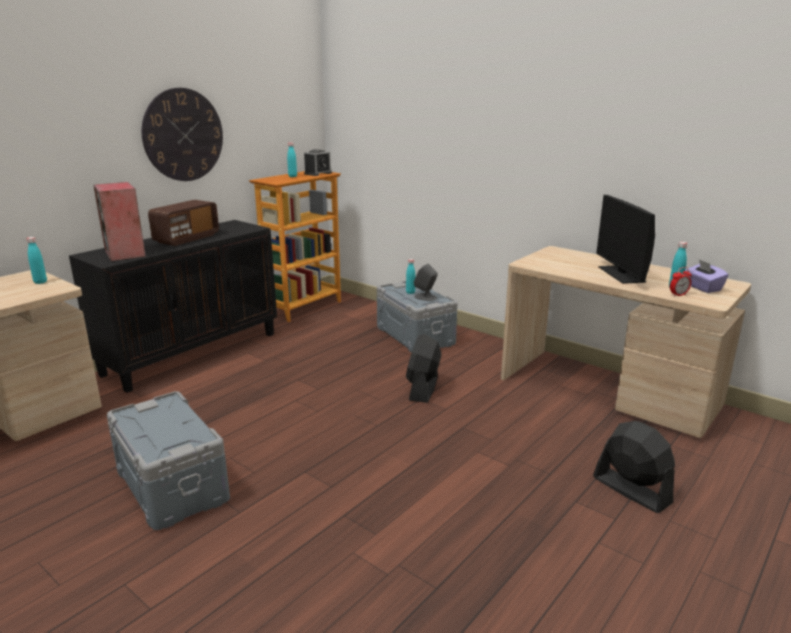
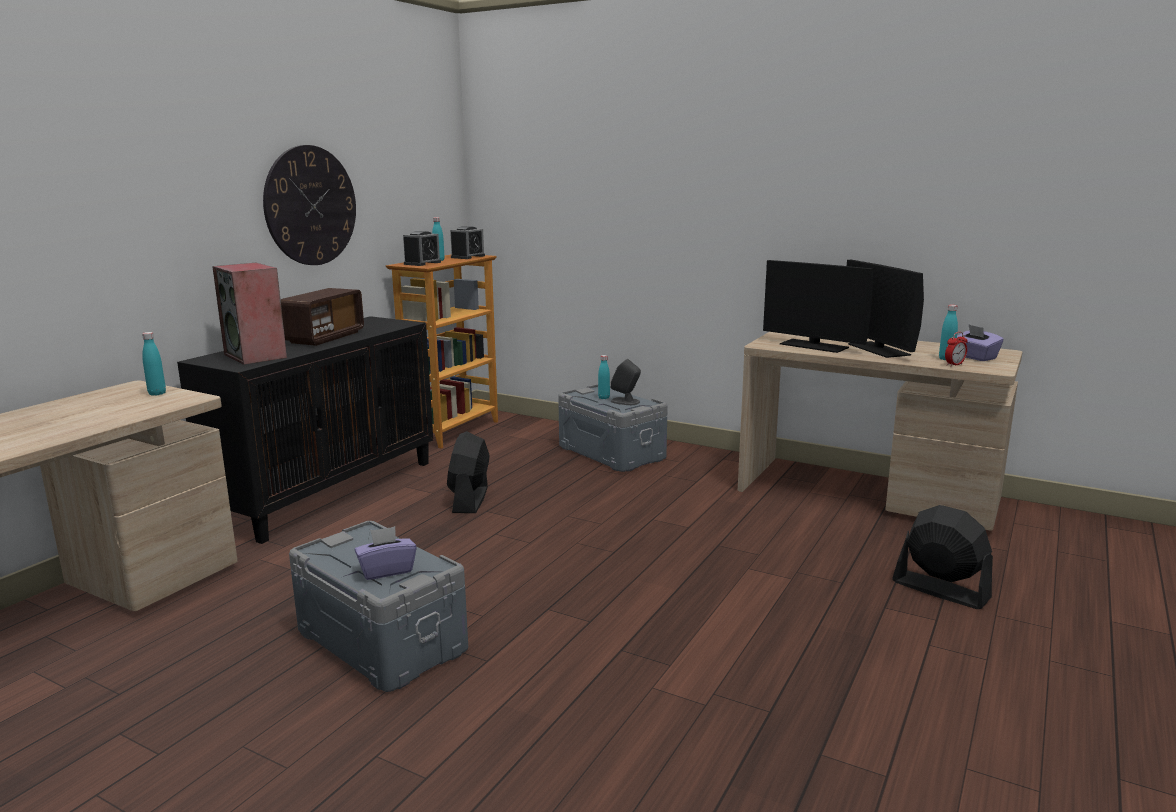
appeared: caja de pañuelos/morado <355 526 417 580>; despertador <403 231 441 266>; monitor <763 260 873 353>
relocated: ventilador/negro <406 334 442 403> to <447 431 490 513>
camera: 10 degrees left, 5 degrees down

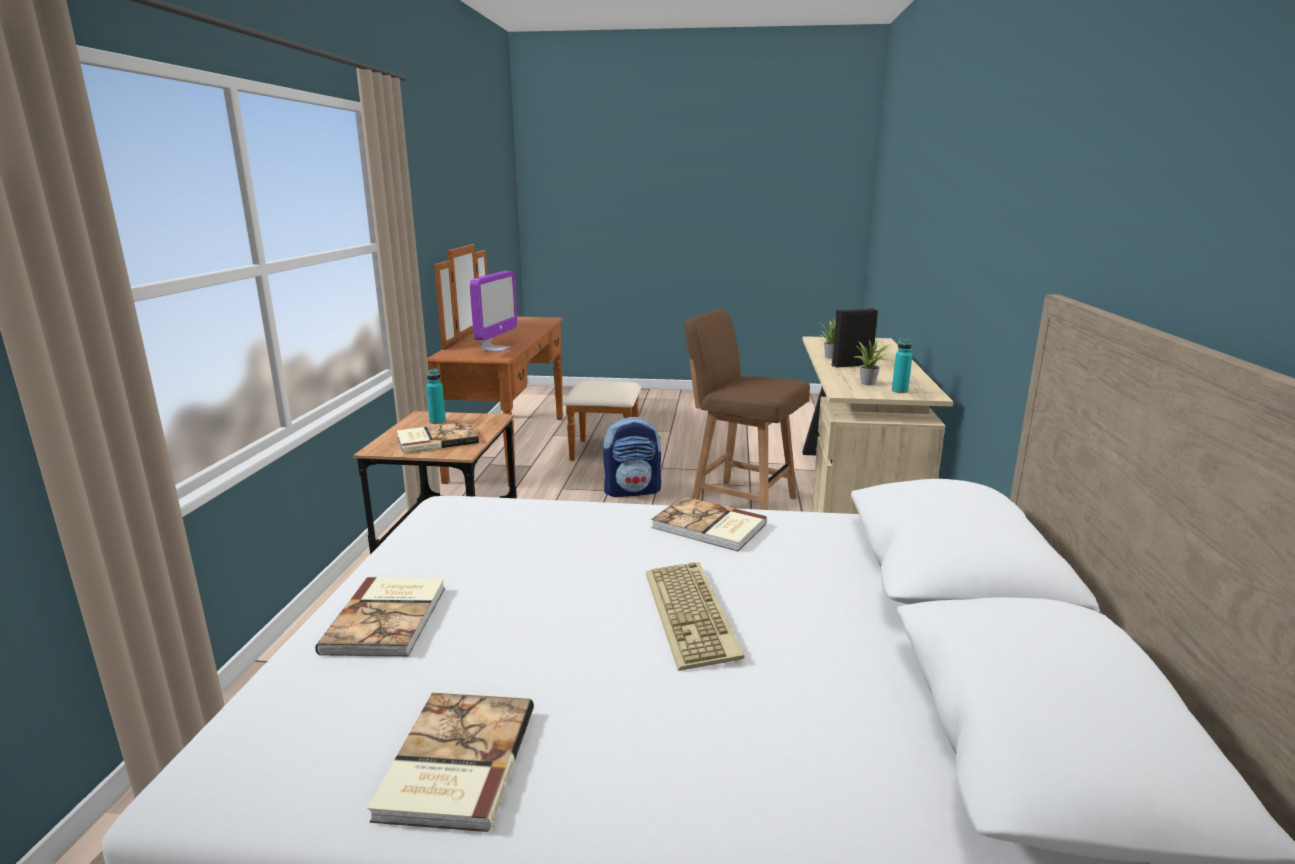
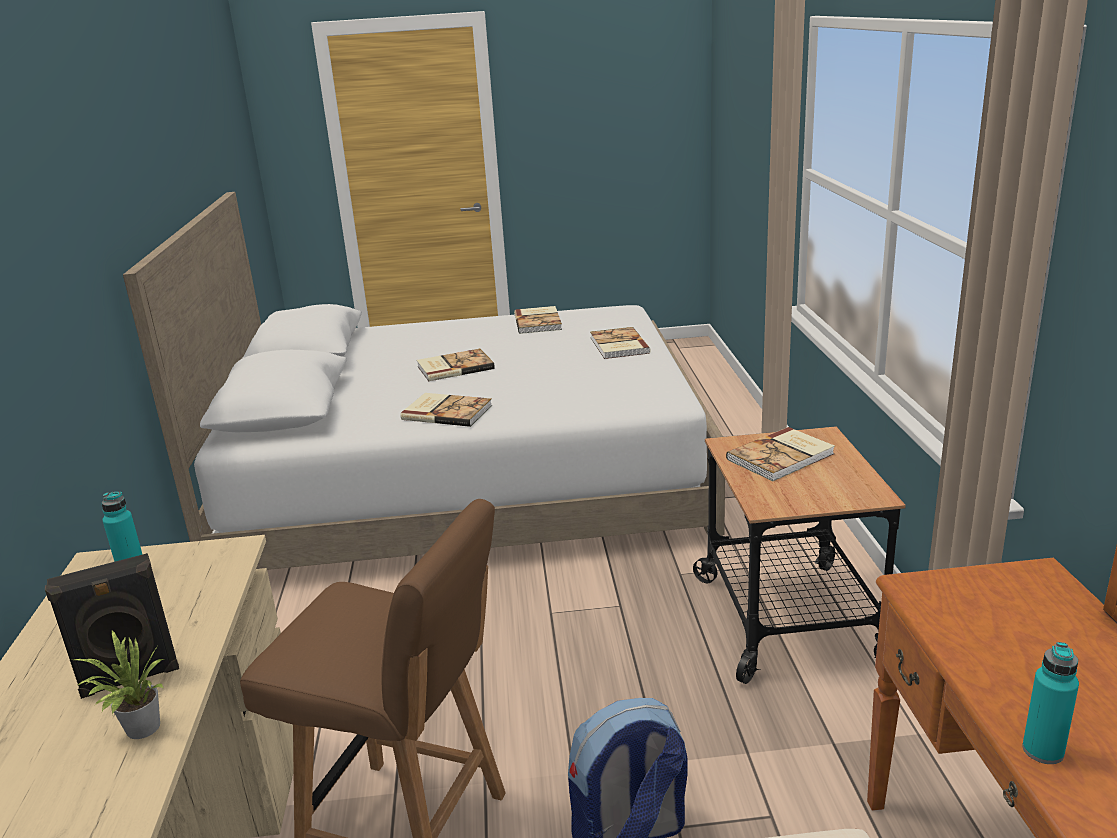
missing: monitor <470 271 517 352>; planta en maceta <855 340 892 385>
relocated: botella/turquesa <426 368 446 424> to <1022 642 1079 764>
exchanged: teclado <646 562 745 671> to libro <417 349 495 381>
camera: 170 degrees right, 5 degrees up

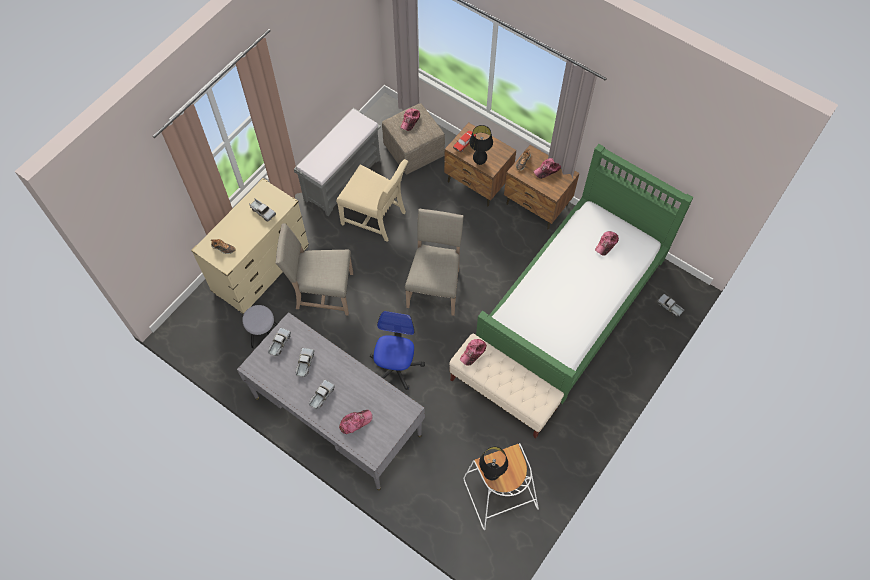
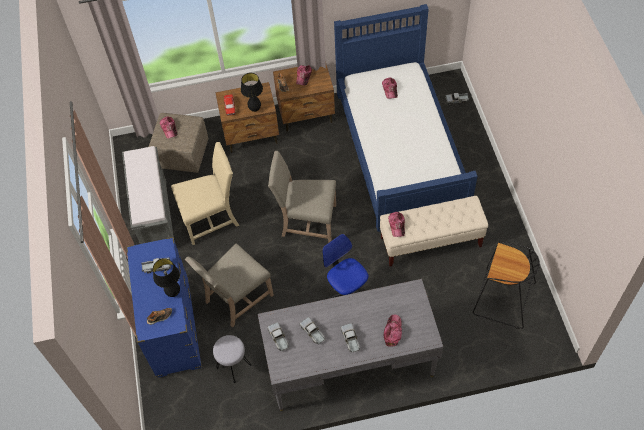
relocated: lámpara de mesa/negro <479 447 508 480> to <153 258 180 297>
colour: cómoda/beis <191 178 309 315> to cómoda/azul <126 237 202 377>; cama/verde <476 144 693 404> to cama/azul <334 4 478 232>; taburete/blanco <463 443 539 530> to taburete/negro <473 241 540 329>
spun: silla/beis <405 208 463 316> = <268 151 336 243> 45 degrees counterclockwise
camera: 45 degrees left, 5 degrees down

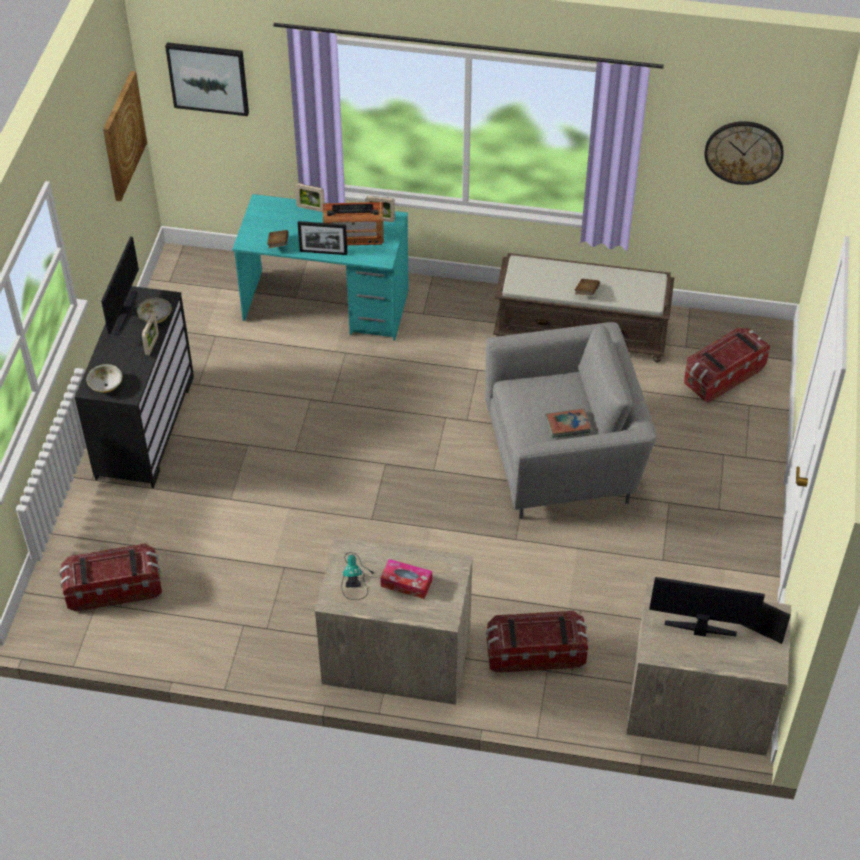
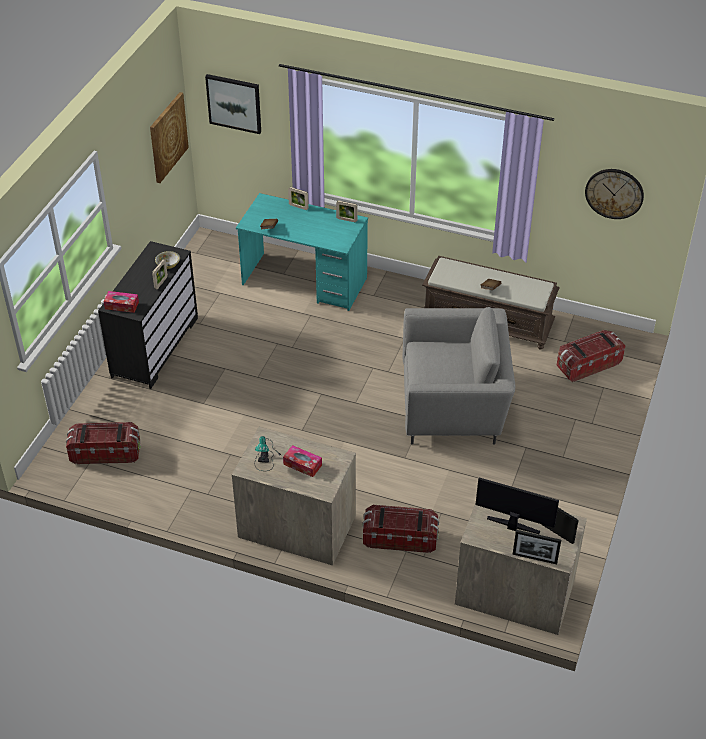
missing: monitor <101 236 139 335>; radio <323 202 384 245>; libro <546 408 591 438>
relocated: portarretratos <298 221 347 255> to <513 530 561 564>
exchanged: cuenco <87 364 122 393> to caja de pañuelos <104 291 139 313>
camera: 10 degrees right, 5 degrees down

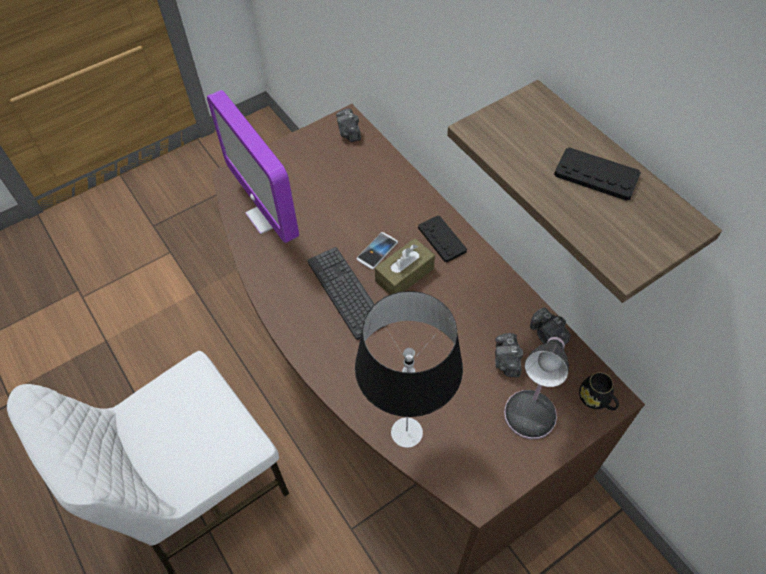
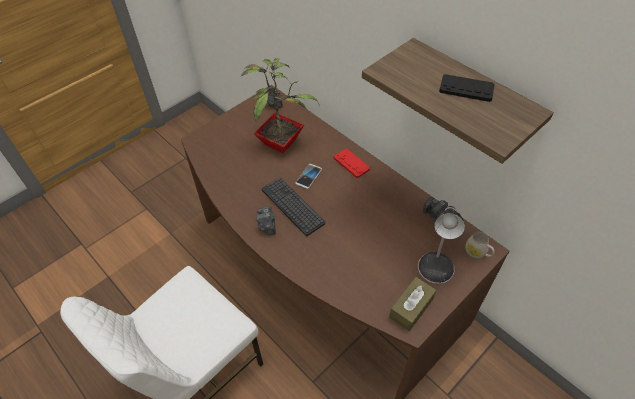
missing: monitor <207 90 299 243>; lámpara de mesa <355 291 463 448>
appeared: planta en maceta <241 58 320 153>
relocated: cámara <495 333 523 377> to <256 206 276 235>; caja de pañuelos/marrón <375 238 435 295> to <389 277 436 331>
colour: mando de consola/negro <418 215 467 262> to mando de consola/rojo <334 149 370 178>; taza grande/negro <579 372 619 411> to taza grande/blanco <465 232 494 258>
camera: 10 degrees left, 5 degrees down

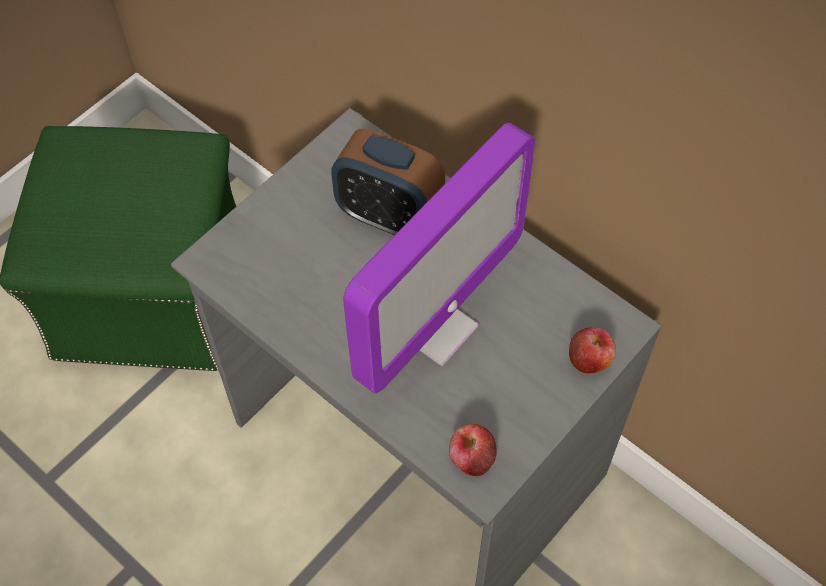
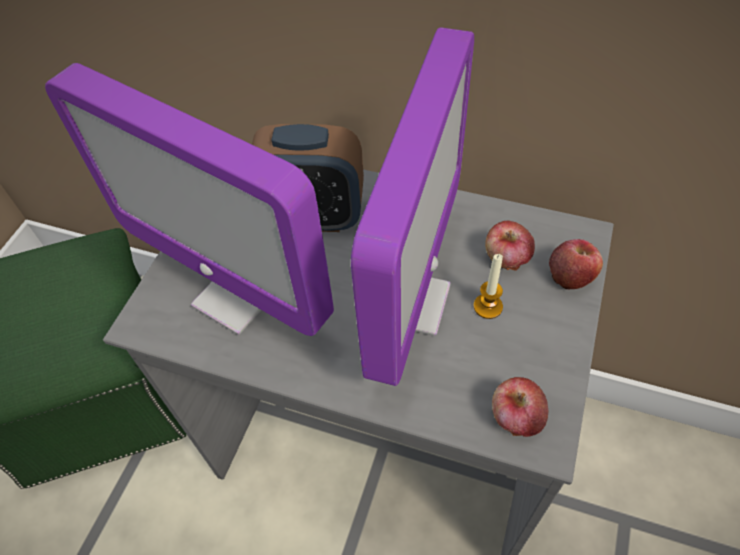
appeared: monitor <45 63 334 336>; vela <474 254 503 319>; manzana <485 220 535 271>
camera: 20 degrees left, 5 degrees down

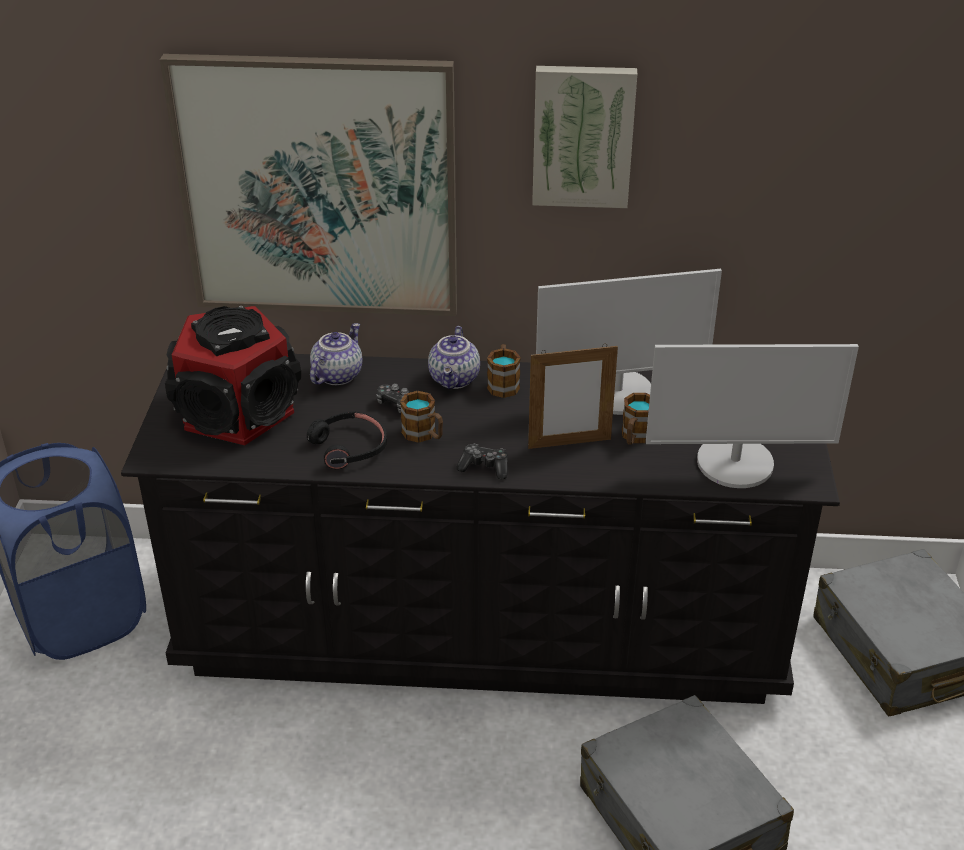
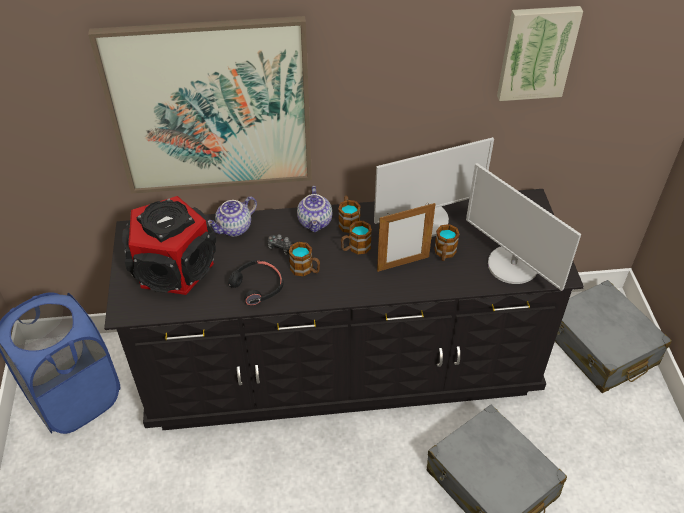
missing: mando de consola <456 444 508 480>
appeared: taza grande <341 221 372 255>
relocated: cuadro <532 66 637 208> to <497 6 583 101>
spun: tetera <310 323 362 385> = <208 196 257 236> 150 degrees counterclockwise; monitor <646 344 859 488> = <466 163 581 291> 60 degrees clockwise
camera: 10 degrees left, 10 degrees up

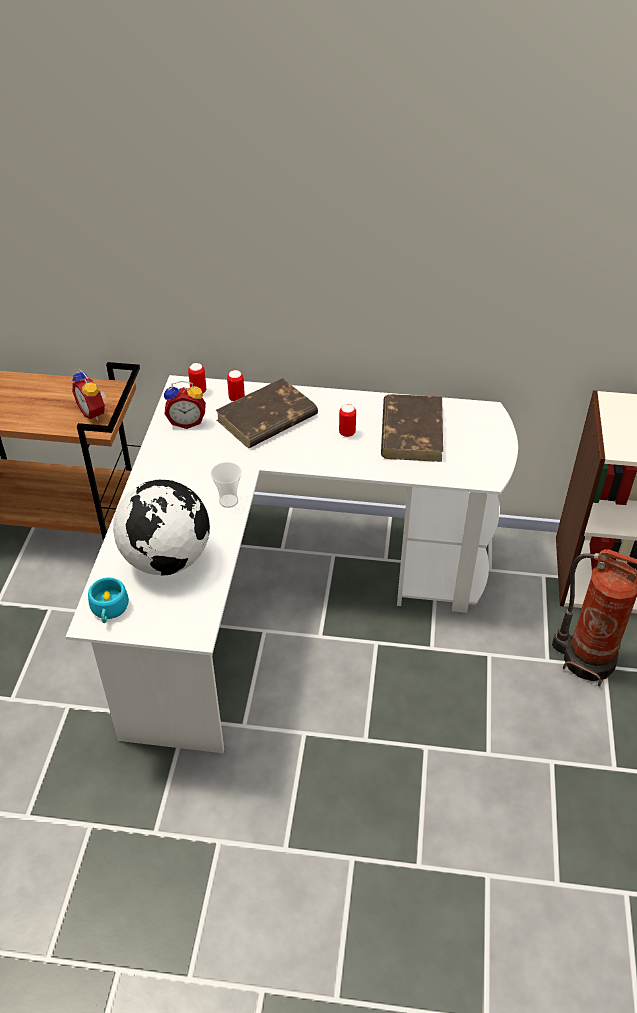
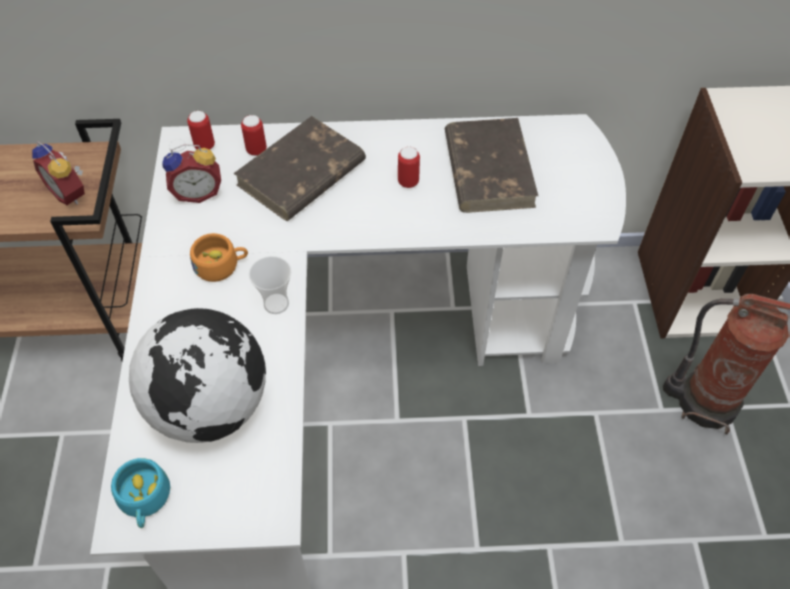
appeared: taza/naranja <190 233 248 282>
camera: 10 degrees left, 10 degrees up

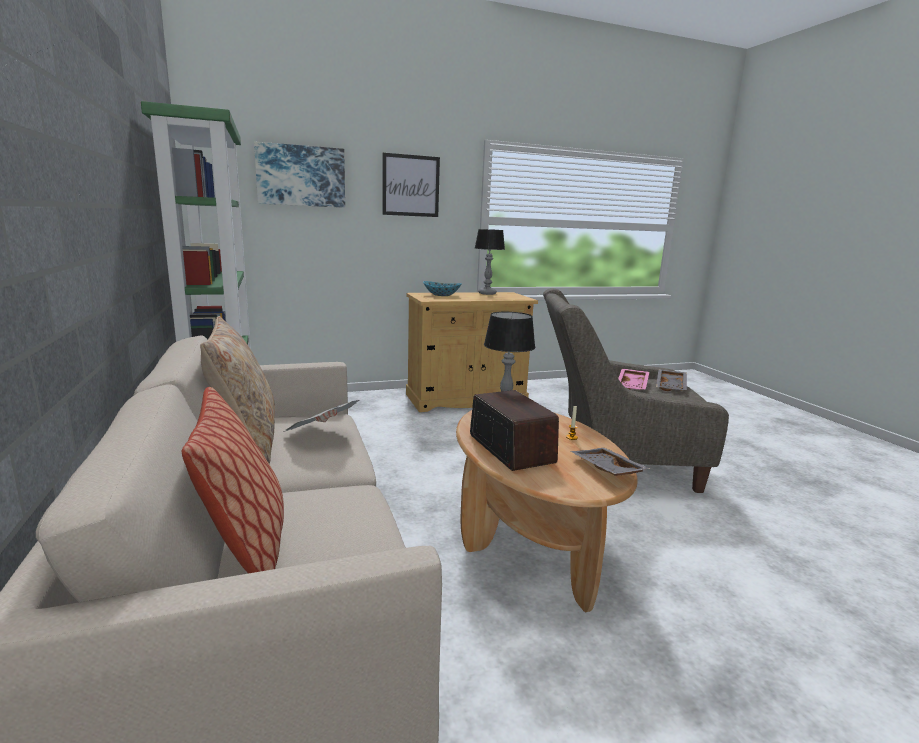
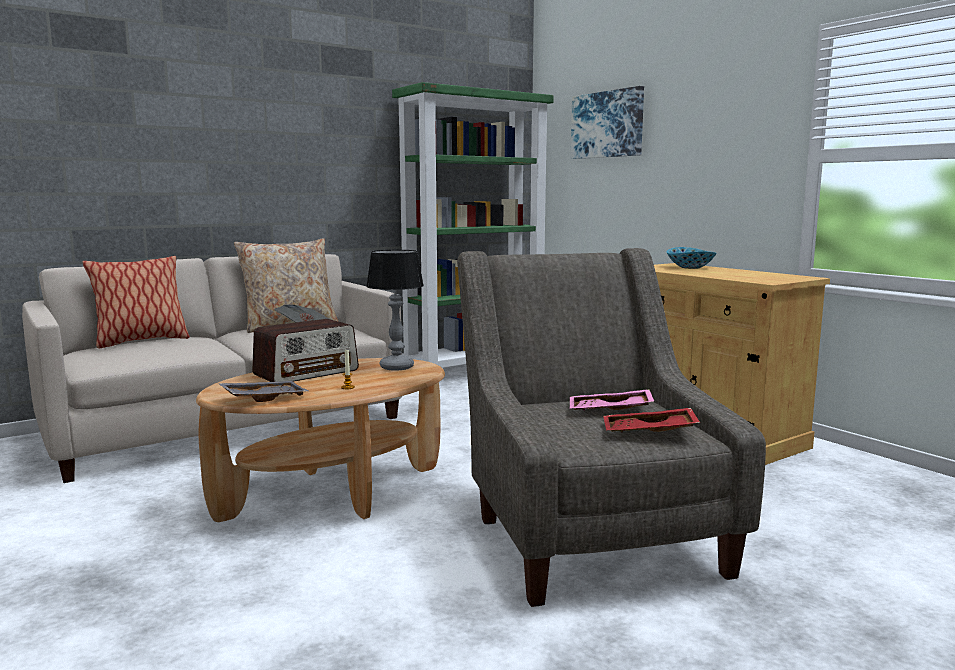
missing: cuadro <382 153 440 217>; lámpara de mesa <475 229 505 295>
colour: bandeja/gris <656 369 687 391> to bandeja/rojo <603 408 700 432>
camera: 75 degrees right, 5 degrees down

